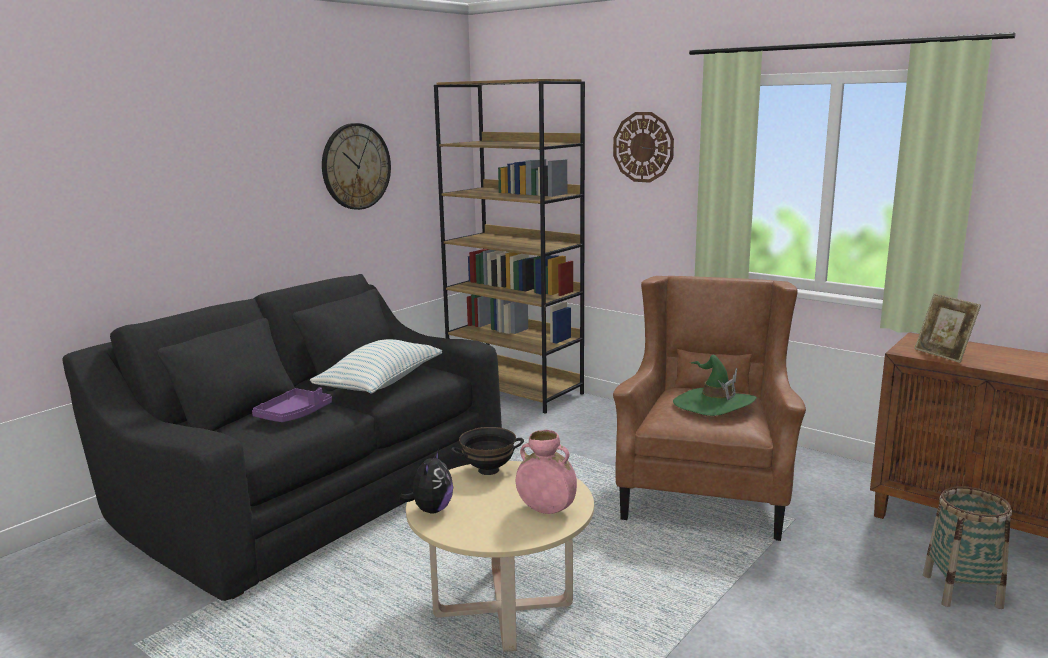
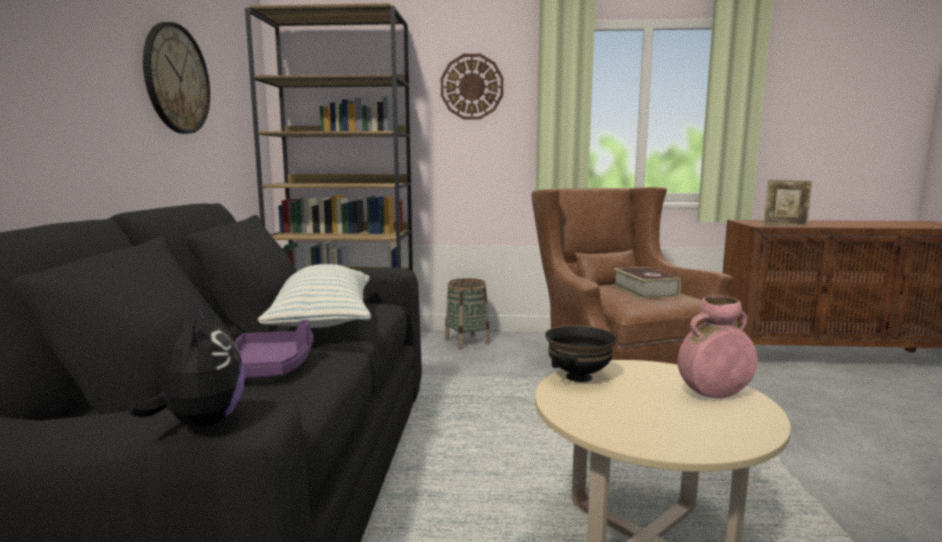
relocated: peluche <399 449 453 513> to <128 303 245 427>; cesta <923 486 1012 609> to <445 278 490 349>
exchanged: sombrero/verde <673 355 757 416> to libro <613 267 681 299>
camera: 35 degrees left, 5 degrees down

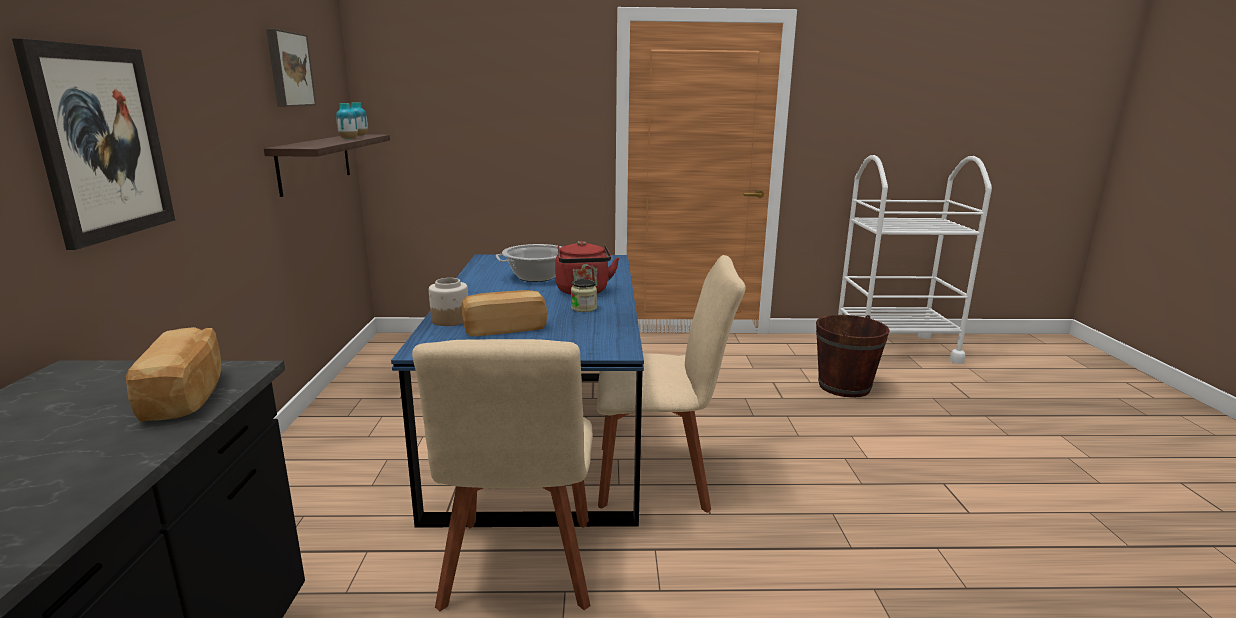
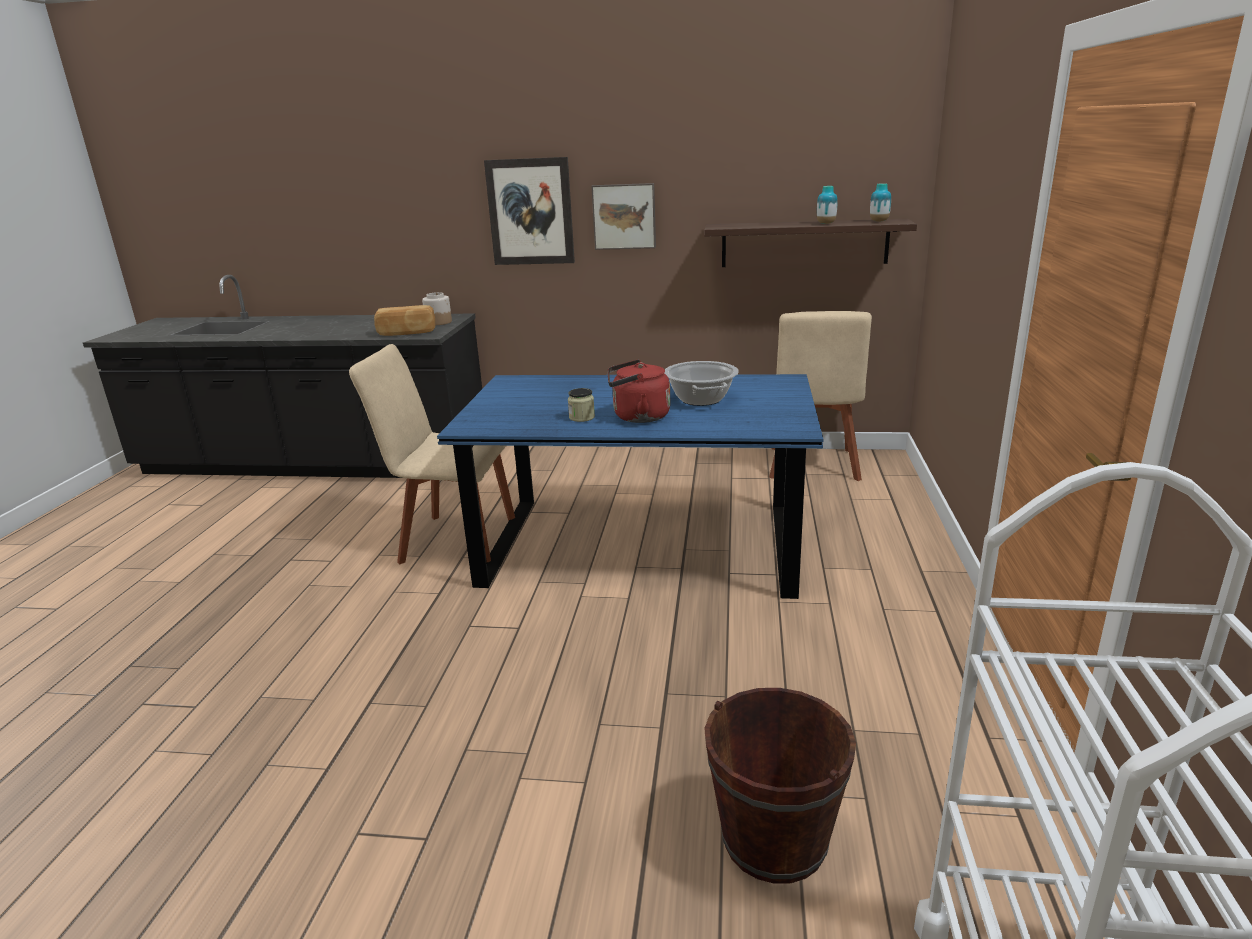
missing: pan <461 290 547 336>
relocated: tarro <429 278 468 326> to <422 292 452 325>; cuadro <266 29 316 106> to <591 183 656 250>; silla/beis <596 255 746 513> to <769 311 872 481>
camera: 100 degrees right, 5 degrees up

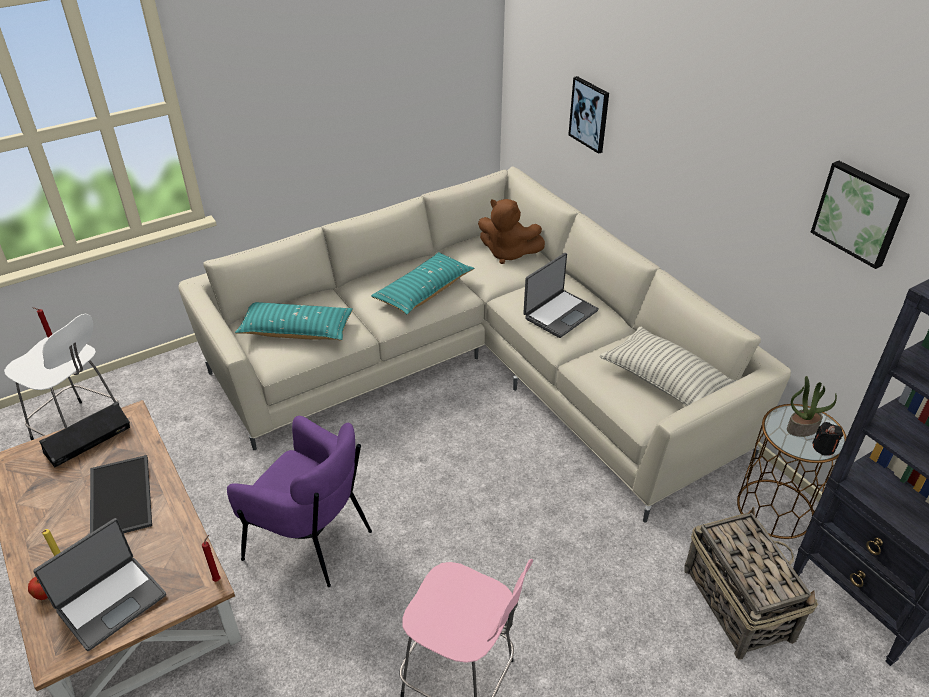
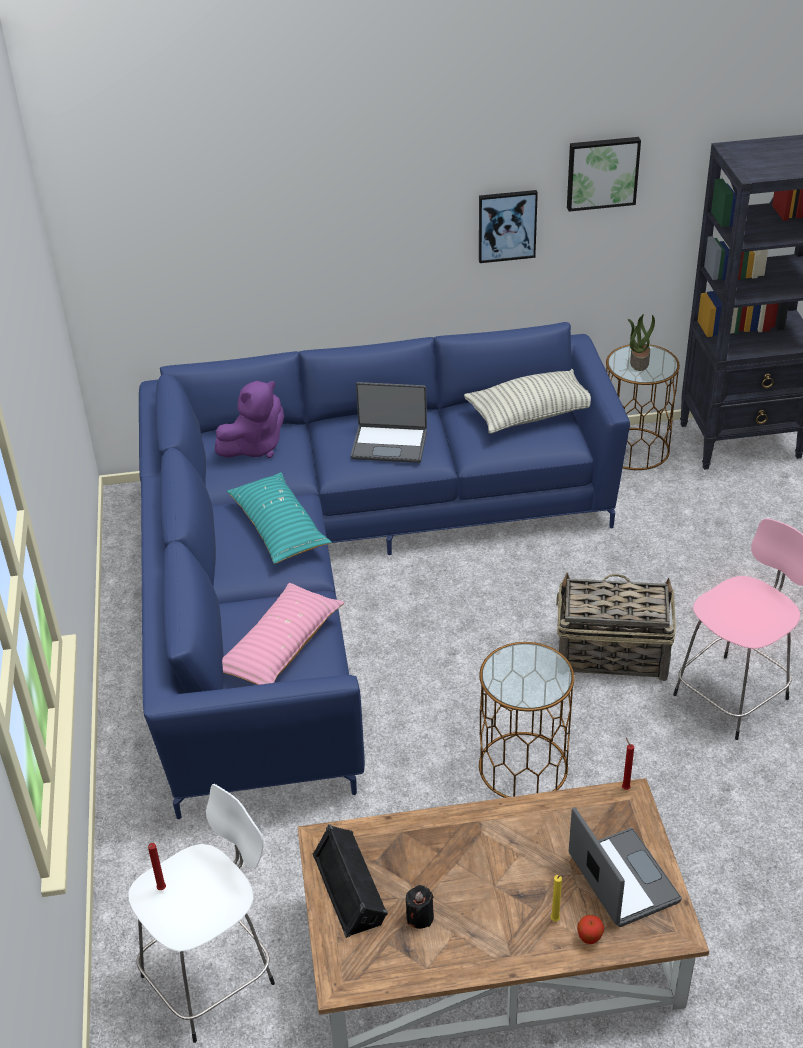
missing: bandeja <90 455 152 533>
relocated: vela/negro <812 422 843 456> to <406 885 434 929>; cuadro <568 76 609 154> to <479 190 538 263>; cesta <684 507 818 660> to <556 572 676 681>
exchanged: sillón/morado <227 416 372 587> to mesa auxiliar/marrón <479 642 575 798>
colour: sofá/beis <178 167 791 523> to sofá/azul <139 322 630 819>; peluche/marrón <478 199 545 264> to peluche/morado <215 381 284 458>; cojín/turquesa <235 302 353 340> to cojín/rosa <222 583 345 685>
spun: portátil <523 253 599 338> = <351 382 427 463> 120 degrees clockwise
camera: 65 degrees left, 0 degrees up

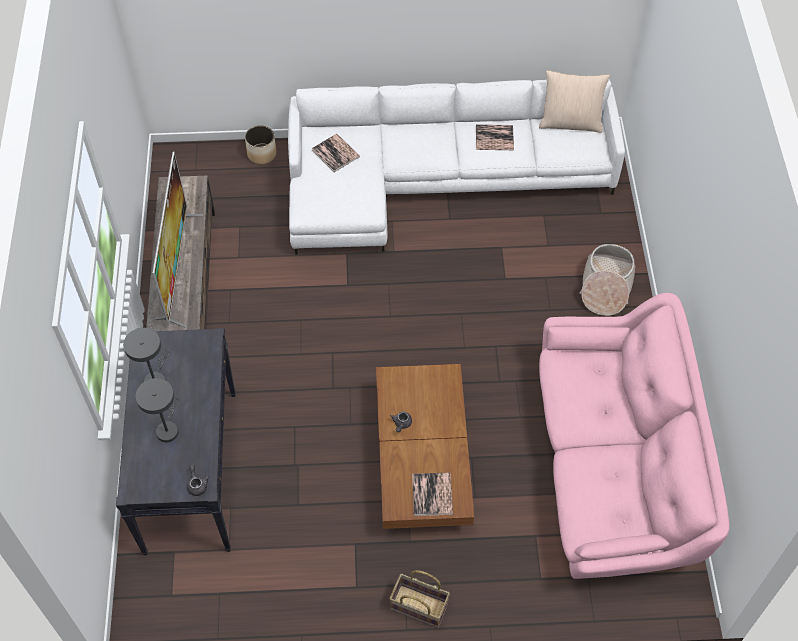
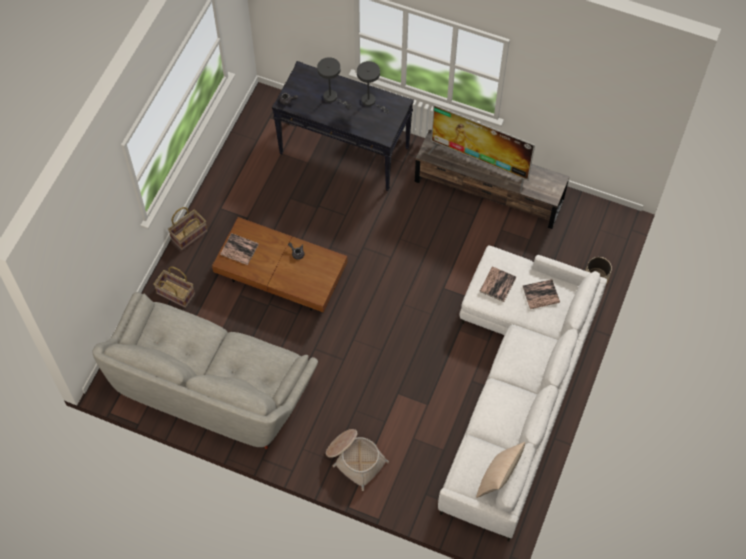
appeared: cesta <153 267 195 308>
relocated: libro <476 124 514 150> to <480 267 516 302>
colour: sofá/rosa <539 293 729 579> to sofá/gris <93 292 318 449>
camera: 115 degrees right, 5 degrees up

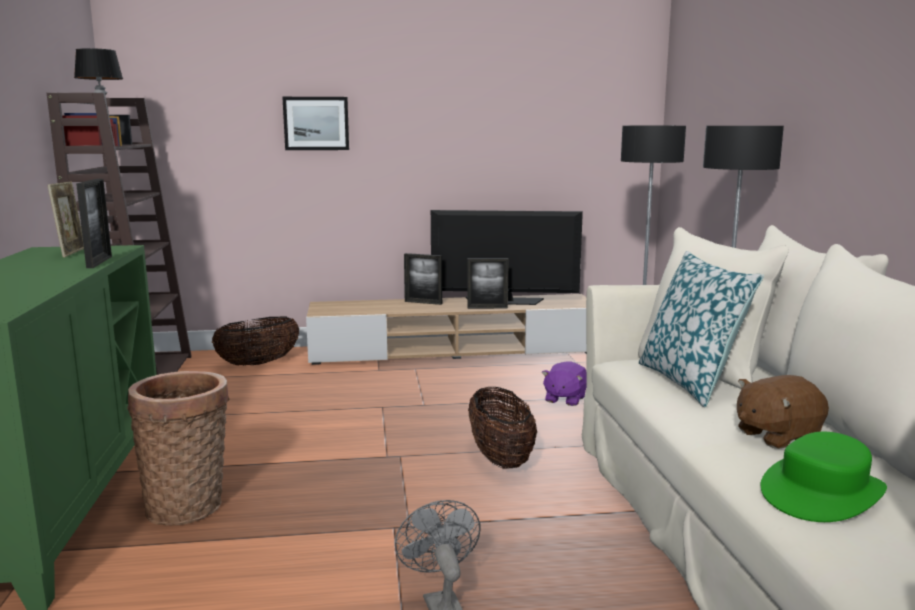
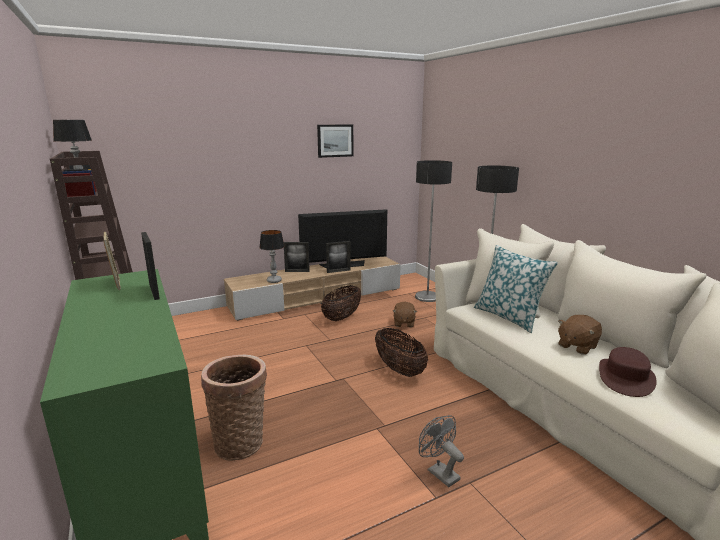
appeared: lámpara de mesa <259 230 285 283>
relocated: cuadro <282 97 349 150> to <317 125 353 158>; cesta <212 317 299 366> to <321 285 361 321>
colour: peluche/morado <542 361 587 406> to peluche/marrón <393 302 417 327>; sombrero/verde <761 432 887 522> to sombrero/marrón <599 347 657 397>
camera: 20 degrees left, 5 degrees up

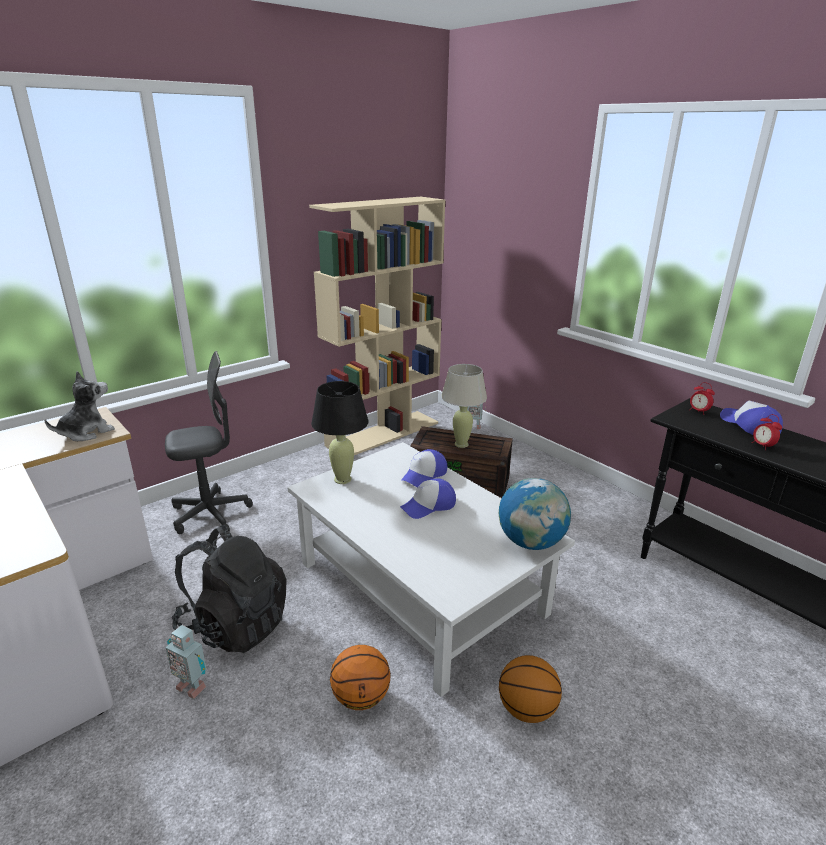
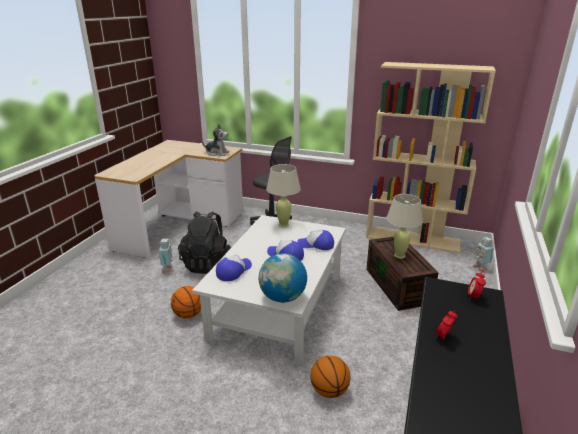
relocated: gorra <720 401 783 435> to <216 255 252 281>; balón de baloncesto <499 655 562 723> to <310 356 350 398>
colour: lámpara de mesa/negro <311 381 369 484> to lámpara de mesa/beis <266 164 301 227>
camera: 60 degrees right, 0 degrees up

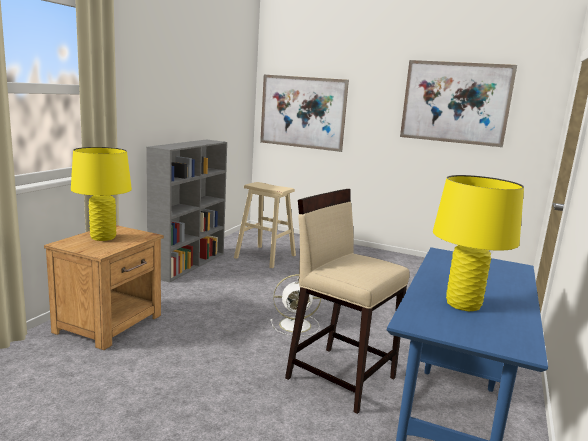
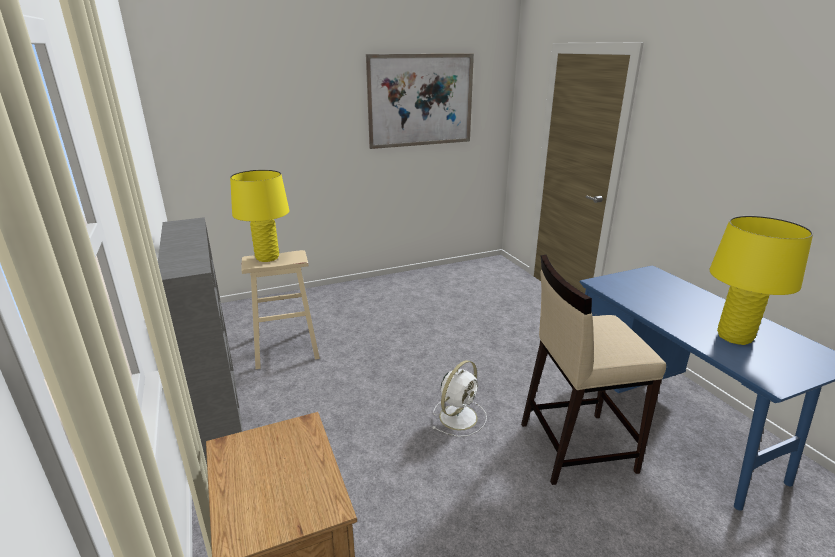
missing: cuadro <260 75 349 152>
relocated: lámpara de mesa/amarillo <71 147 132 241> to <230 170 289 262>
camera: 45 degrees left, 10 degrees up

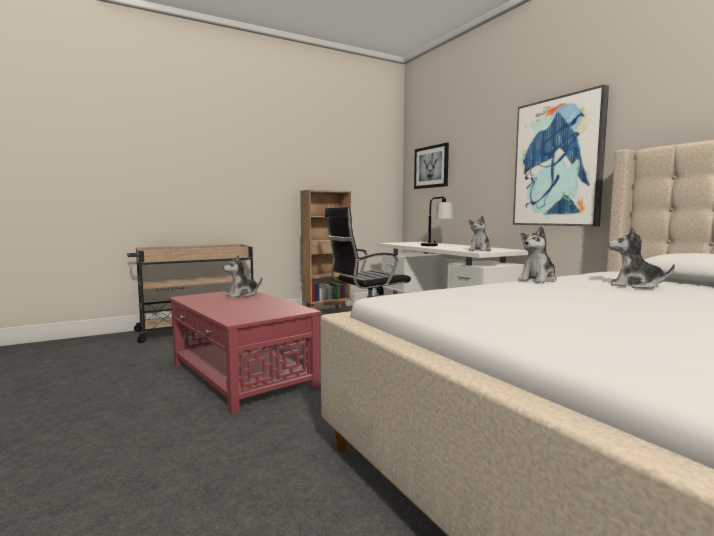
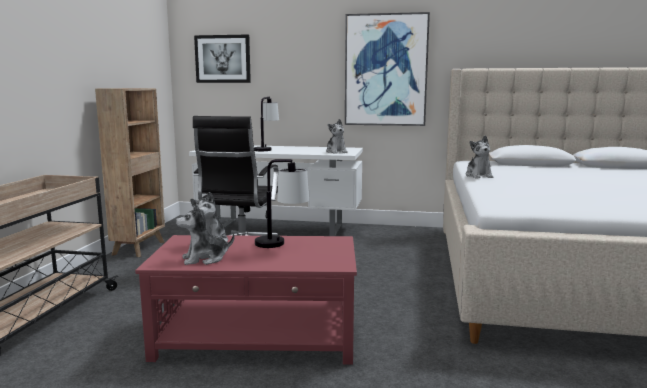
appeared: lámpara de mesa <255 159 309 248>
relocated: peluche <608 227 675 289> to <176 203 235 265>
camera: 50 degrees left, 5 degrees up

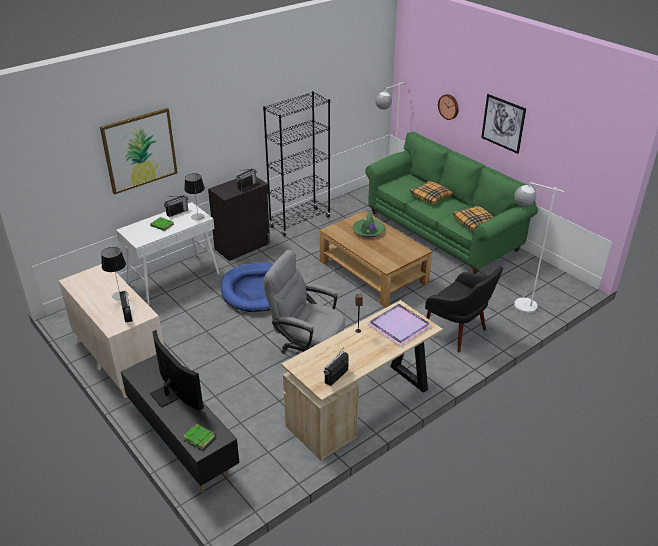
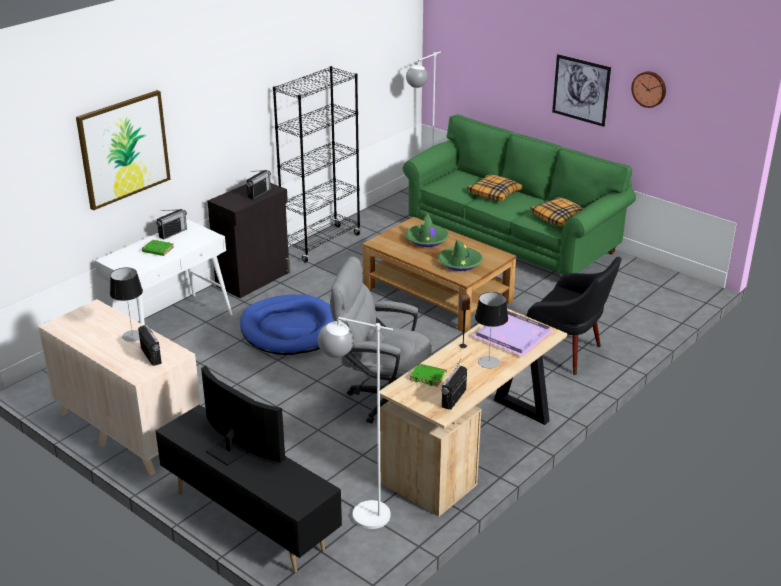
appeared: sombrero/verde <438 240 483 271>
relocated: lámpara de pie/blanco <514 182 564 313> to <318 317 393 529>; libro/verde <183 424 216 449> to <410 363 446 387>; lámpara de mesa <184 173 205 220> to <475 292 508 368>; reloj de pared <438 94 459 120> to <631 71 666 108>
camera: 10 degrees left, 5 degrees down

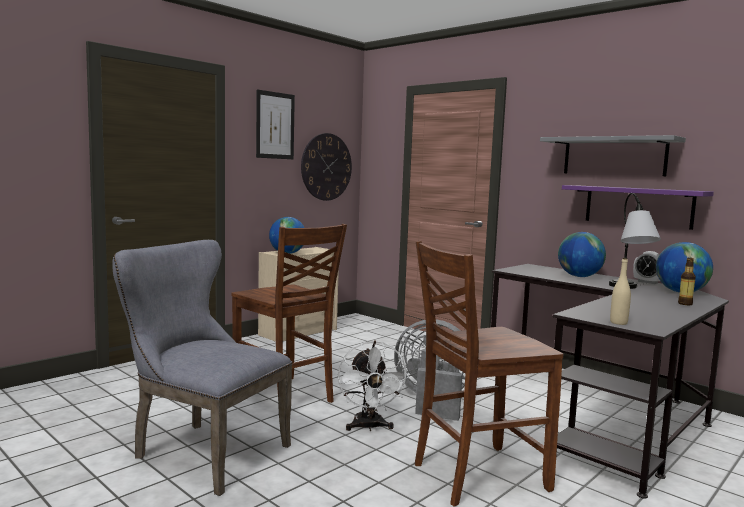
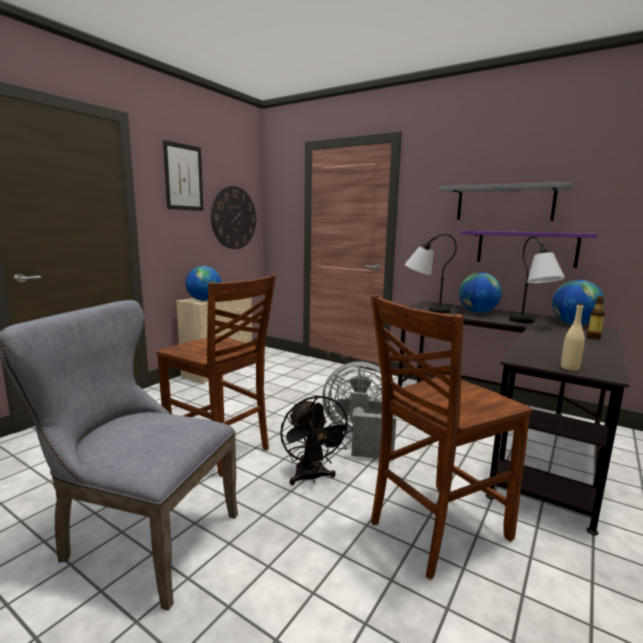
missing: despertador <633 251 660 284>
appeared: lámpara de mesa <405 234 457 314>
colour: ventilador/blanco <338 341 409 431> to ventilador/negro <280 395 353 485>
camera: 10 degrees left, 5 degrees up

